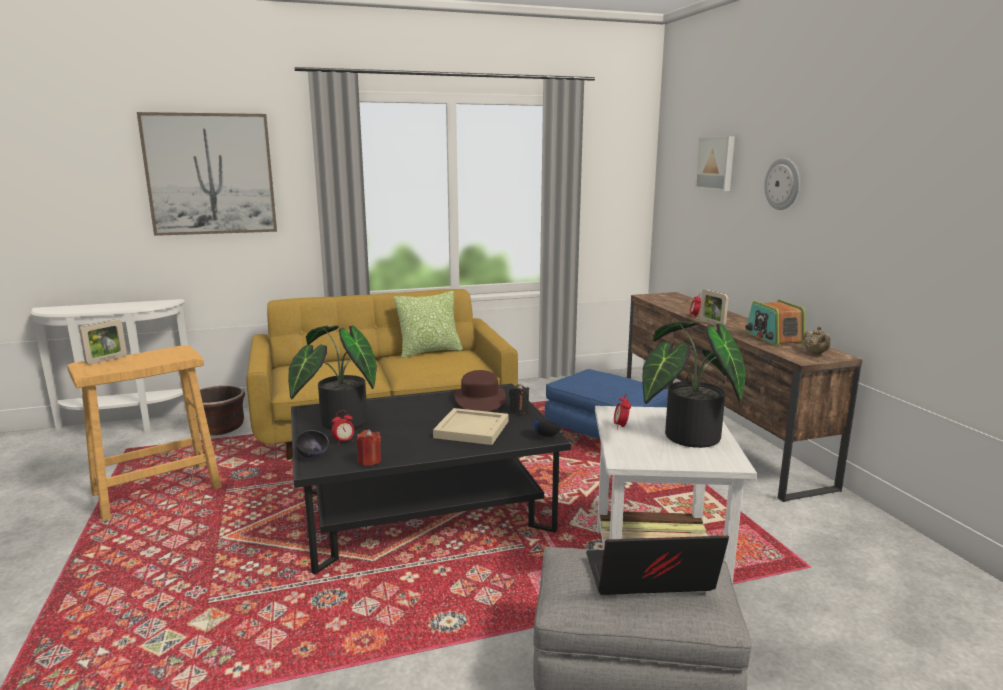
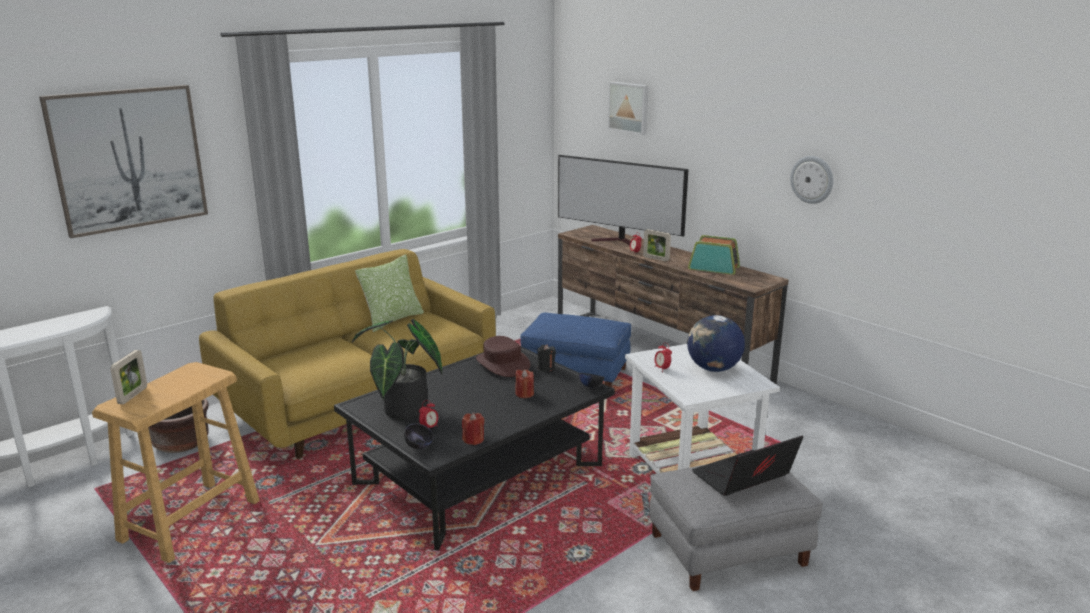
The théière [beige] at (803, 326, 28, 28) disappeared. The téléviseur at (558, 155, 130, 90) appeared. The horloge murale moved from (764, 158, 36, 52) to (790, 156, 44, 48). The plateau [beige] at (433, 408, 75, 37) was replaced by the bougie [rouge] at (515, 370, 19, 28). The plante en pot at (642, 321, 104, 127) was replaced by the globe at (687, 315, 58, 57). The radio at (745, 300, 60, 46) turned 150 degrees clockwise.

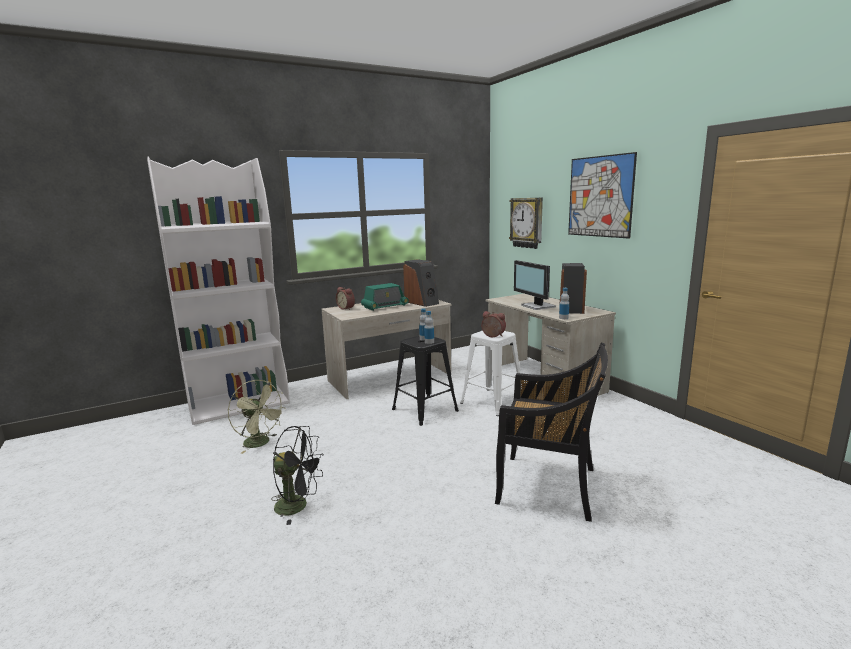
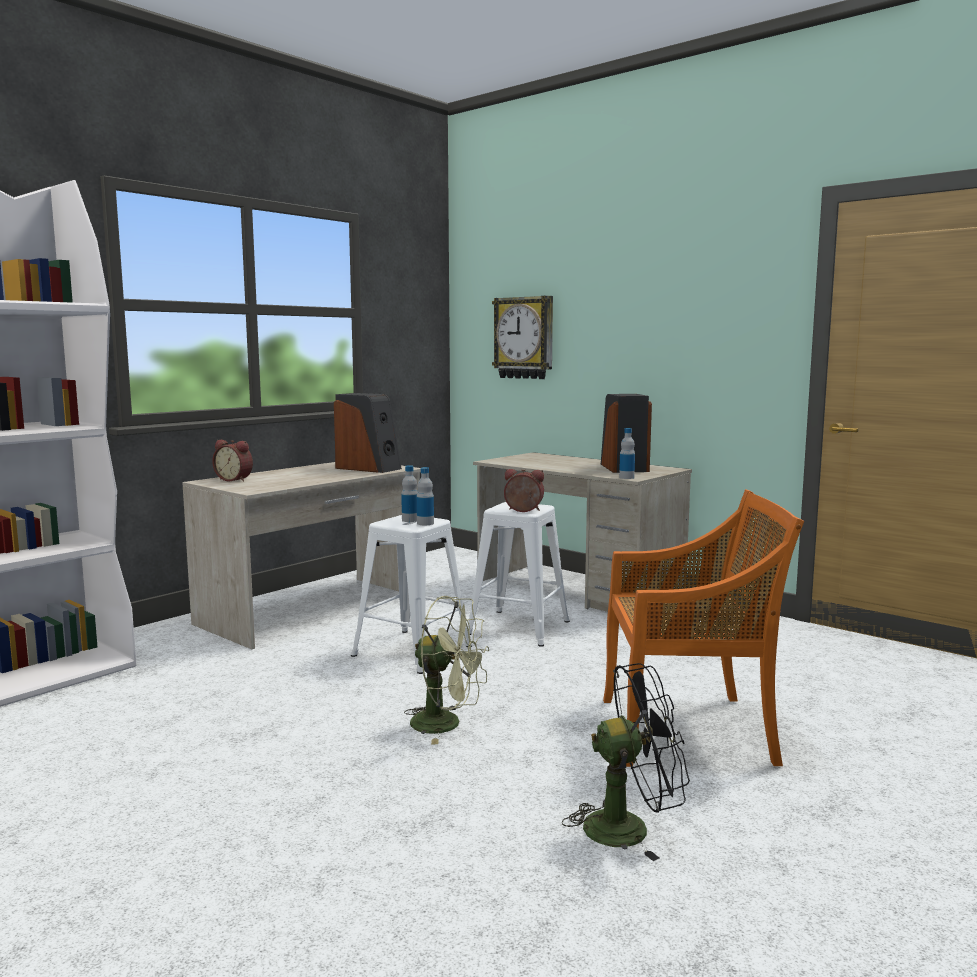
The radio at (361, 283, 48, 28) disappeared. The écran d'ordinateur at (514, 260, 42, 50) disappeared. The tableau at (568, 152, 69, 87) disappeared. The ventilateur [vert] moved from (228, 380, 58, 74) to (404, 596, 85, 149). The ventilateur [noir] moved from (271, 426, 53, 99) to (562, 663, 128, 198). The tabouret [noir] at (392, 336, 67, 90) became the tabouret [blanc] at (351, 515, 121, 159). The chaise [noir] at (495, 342, 113, 180) became the chaise [orange] at (603, 489, 201, 278).

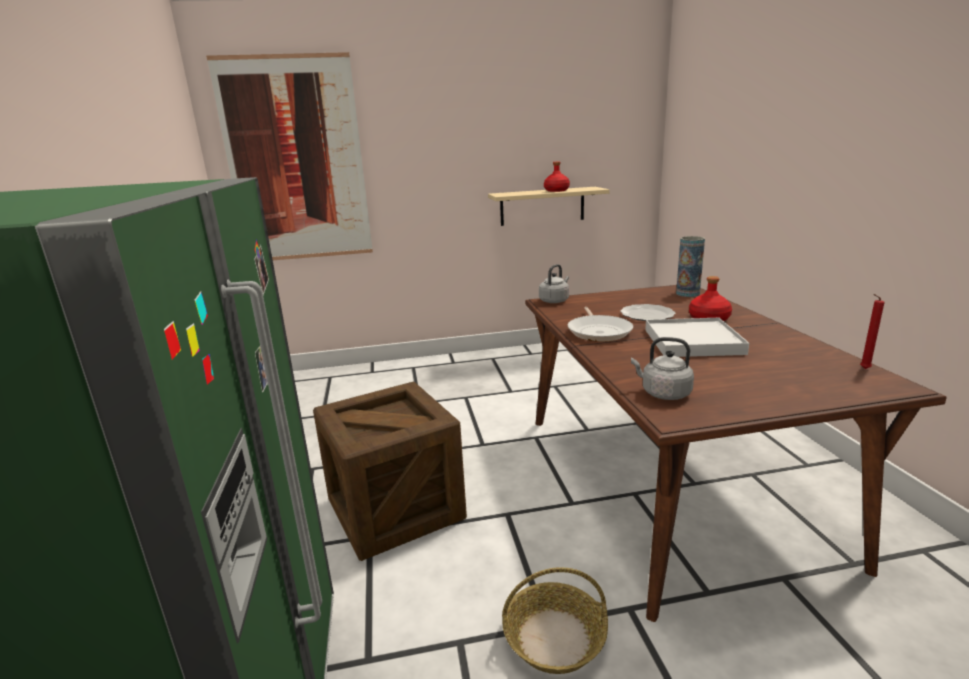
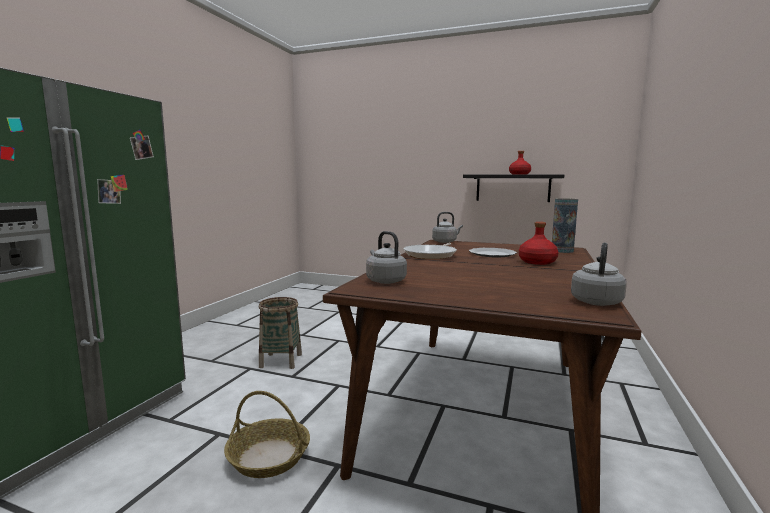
The tableau at (206, 52, 167, 208) disappeared. The plateau [blanc] at (645, 318, 104, 39) disappeared. The caisse at (313, 381, 154, 180) was replaced by the panier at (259, 297, 43, 72). The bougie [rouge] at (860, 294, 25, 75) was replaced by the bouilloire [gris] at (571, 243, 56, 63). The étagère [beige] at (488, 187, 122, 39) became the étagère [noir] at (463, 174, 101, 28).

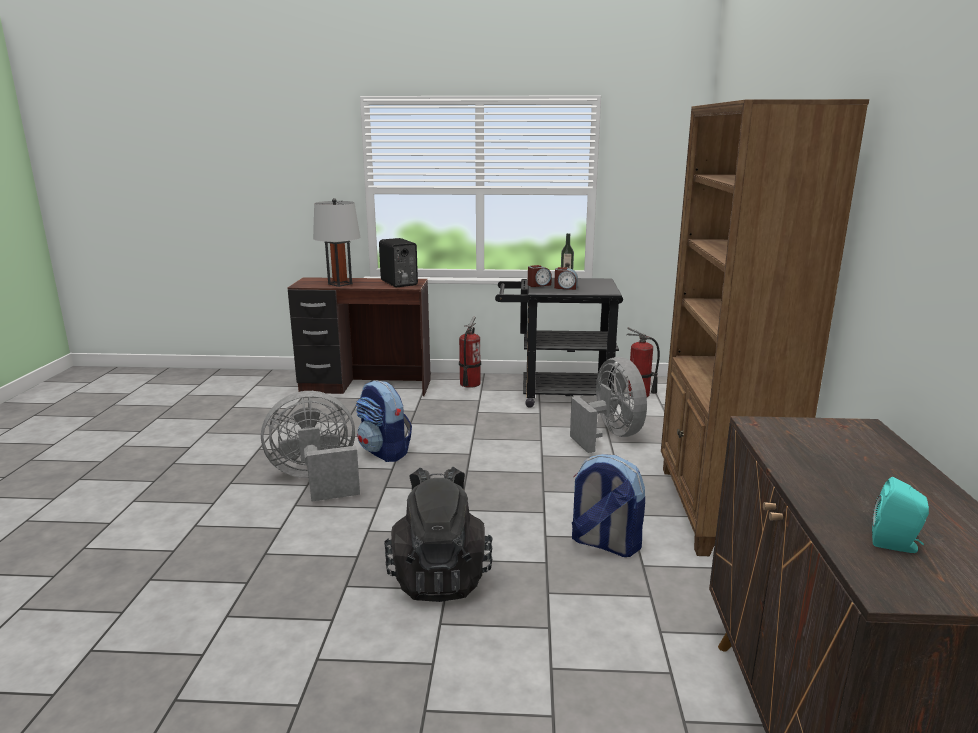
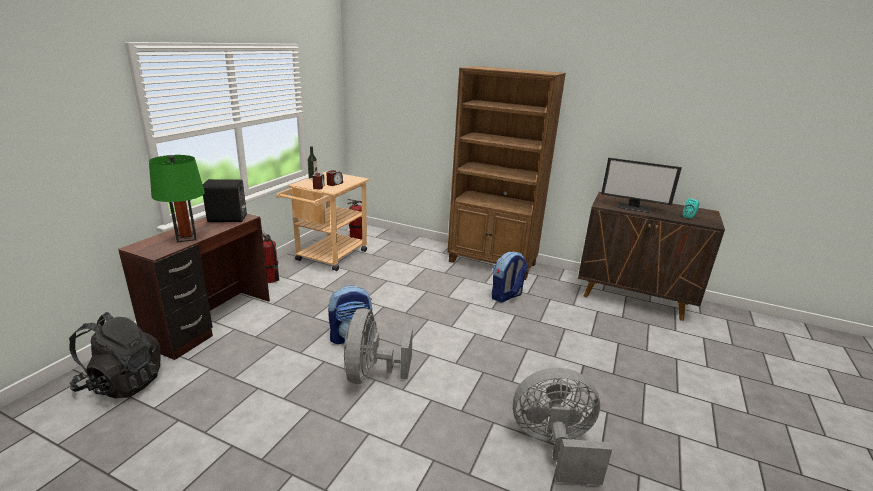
The écran d'ordinateur at (601, 157, 81, 56) appeared. The sac à dos [noir] moved from (384, 467, 109, 135) to (69, 312, 92, 87). The ventilateur [gris] moved from (570, 357, 77, 96) to (513, 368, 99, 117). The lampe de table [gris] at (313, 198, 48, 89) became the lampe de table [vert] at (149, 155, 56, 88). The chariot [noir] at (495, 278, 128, 130) became the chariot [beige] at (276, 171, 93, 100).

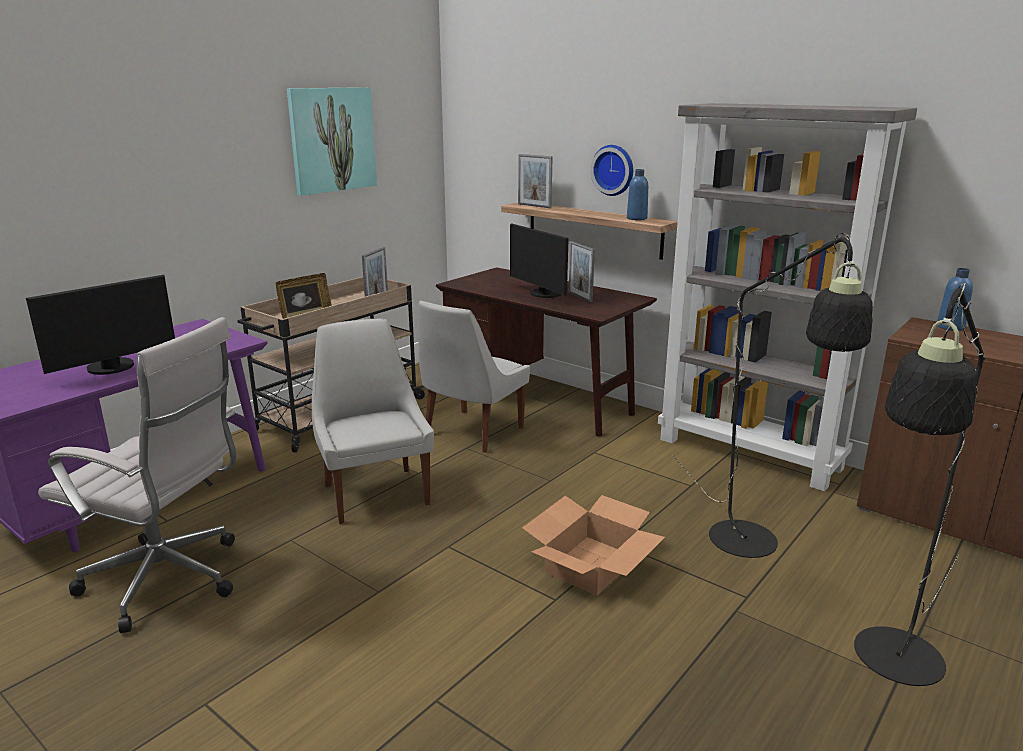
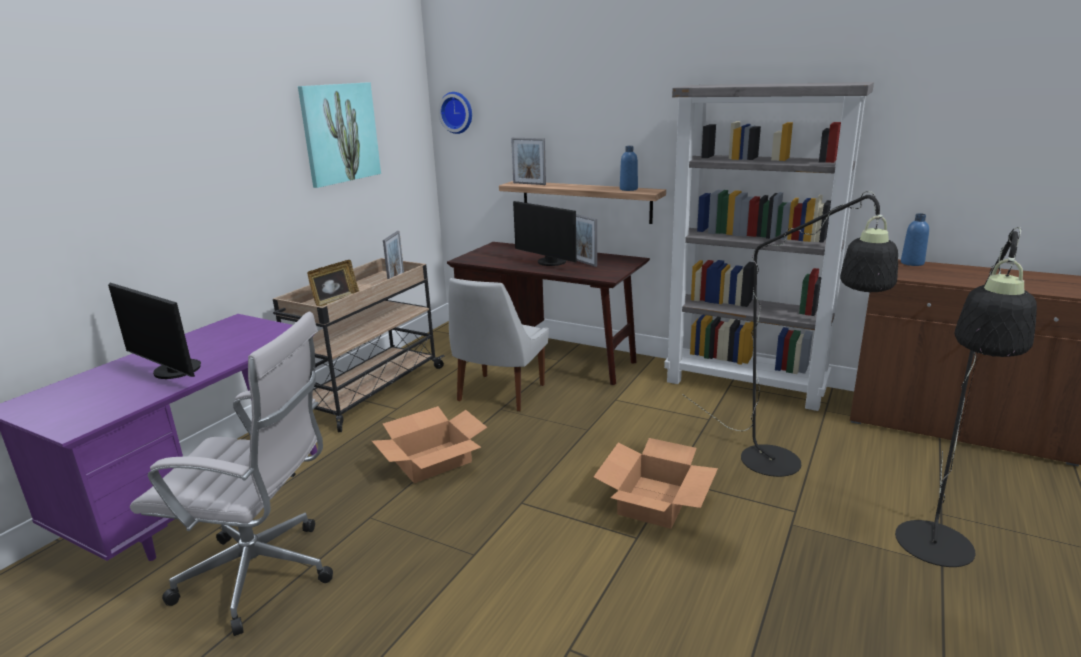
The horloge murale moved from (590, 145, 43, 51) to (438, 92, 34, 42). The chaise [blanc] at (312, 319, 122, 205) was replaced by the carton at (372, 406, 115, 77). The écran d'ordinateur at (26, 275, 149, 100) turned 90 degrees clockwise.

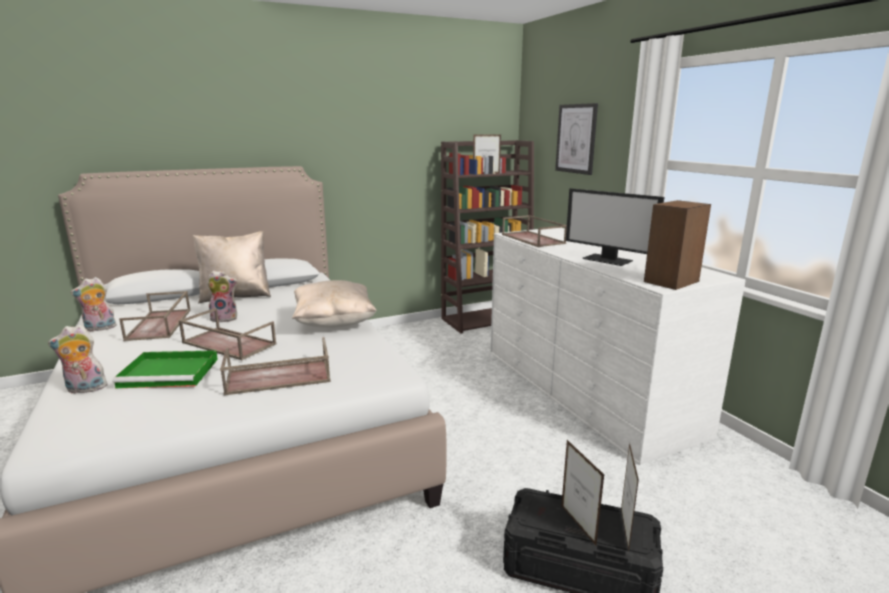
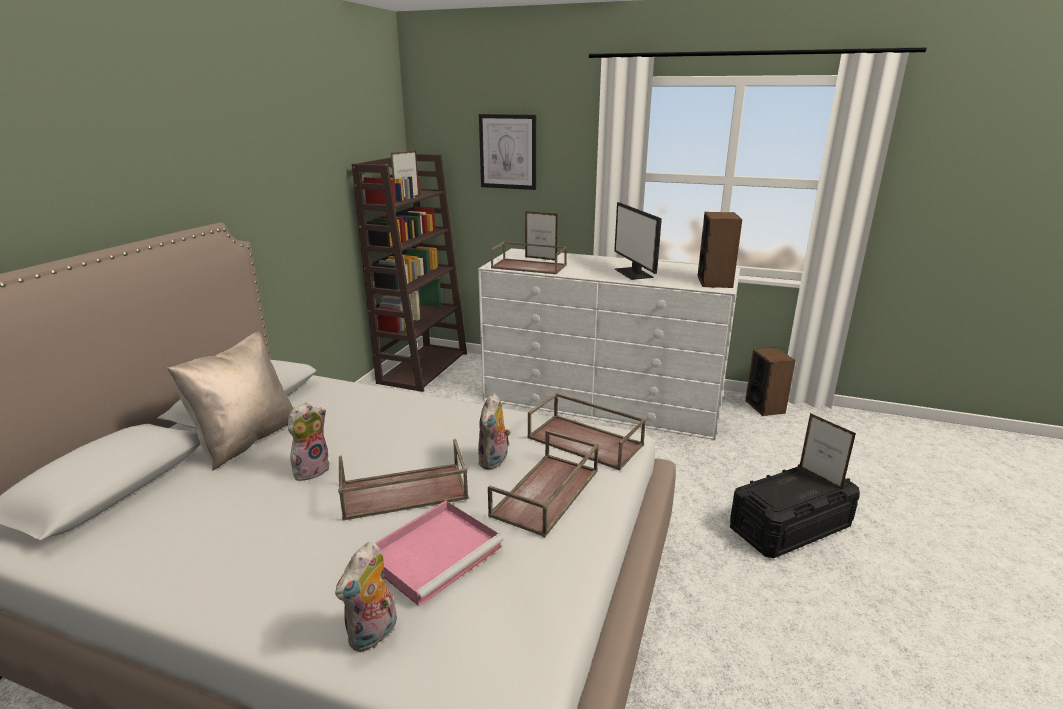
The coussin [beige] at (292, 280, 85, 48) disappeared. The enceinte at (745, 347, 50, 69) appeared. The peluche moved from (71, 277, 46, 55) to (478, 393, 33, 77). The plateau [marron] moved from (119, 291, 72, 50) to (527, 393, 119, 77). The cadre photo moved from (561, 440, 43, 107) to (525, 211, 33, 49). The plateau [vert] at (112, 350, 106, 38) became the plateau [rose] at (375, 501, 128, 106). The écran d'ordinateur at (566, 188, 98, 78) turned 75 degrees clockwise.

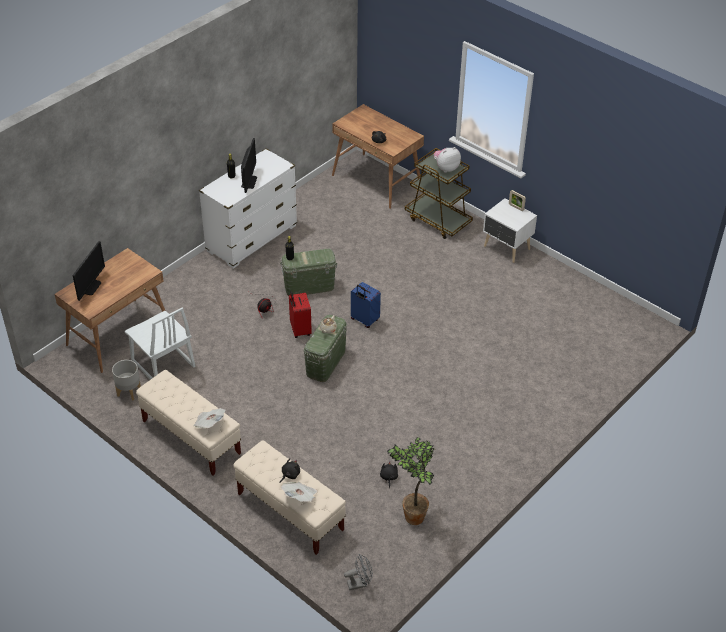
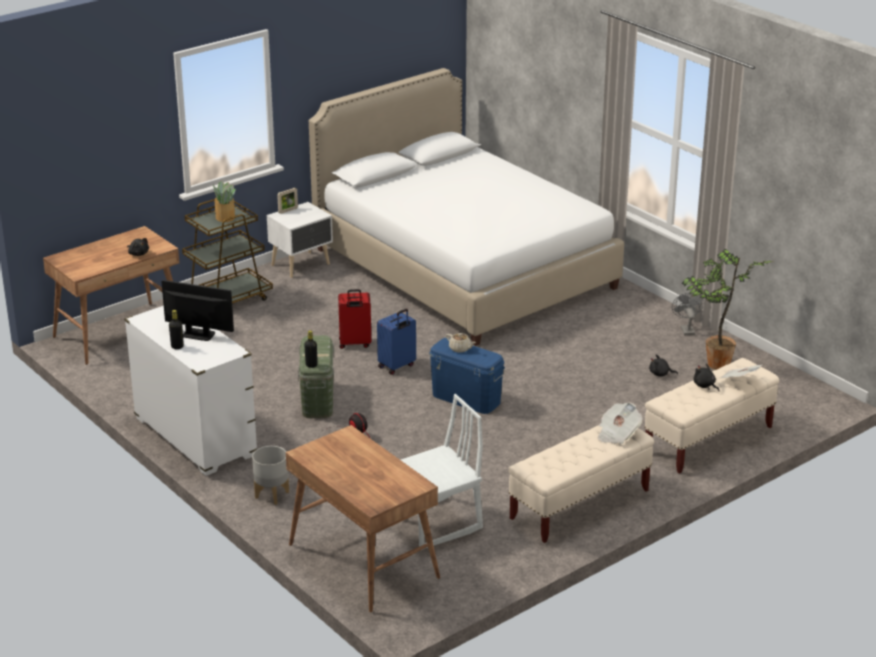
The écran d'ordinateur at (73, 241, 32, 60) disappeared. The lit [blanc] at (309, 68, 315, 278) appeared. The cache-pot [gris] moved from (112, 360, 29, 41) to (252, 446, 37, 59). The valise [rouge] moved from (289, 291, 23, 47) to (338, 289, 33, 60). The ventilateur [gris] moved from (344, 554, 29, 36) to (672, 292, 31, 43). The peluche at (434, 147, 27, 26) was replaced by the plante en pot at (213, 180, 23, 42). The boîte de rangement [vert] at (304, 315, 43, 67) became the boîte de rangement [bleu] at (429, 338, 76, 76).

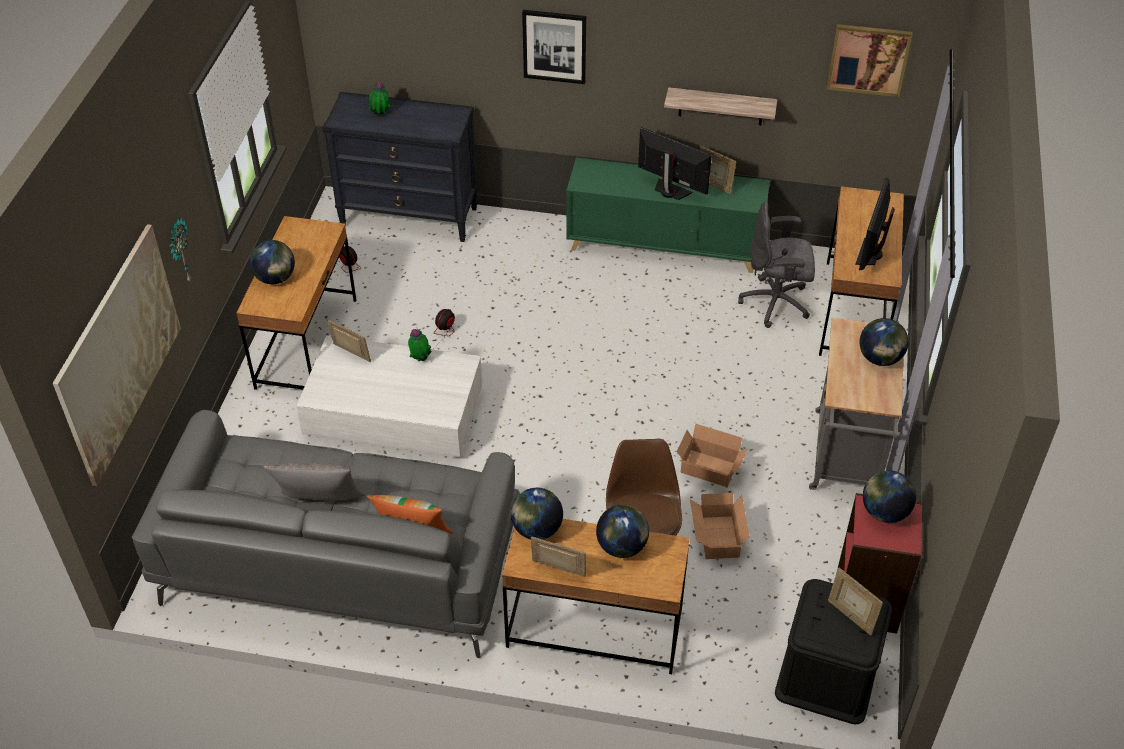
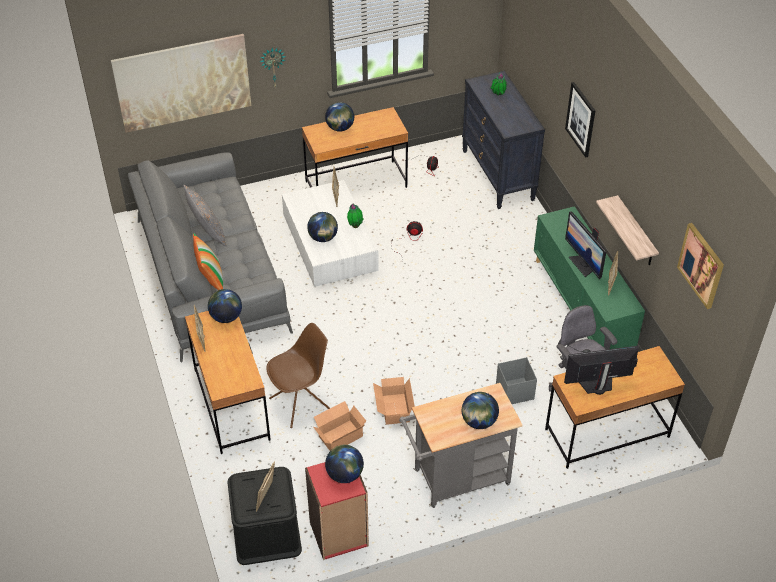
The boîte de rangement [gris] at (496, 357, 41, 47) appeared. The globe moved from (596, 505, 53, 53) to (307, 212, 31, 30). The écran d'ordinateur at (638, 127, 74, 73) turned 150 degrees clockwise.

